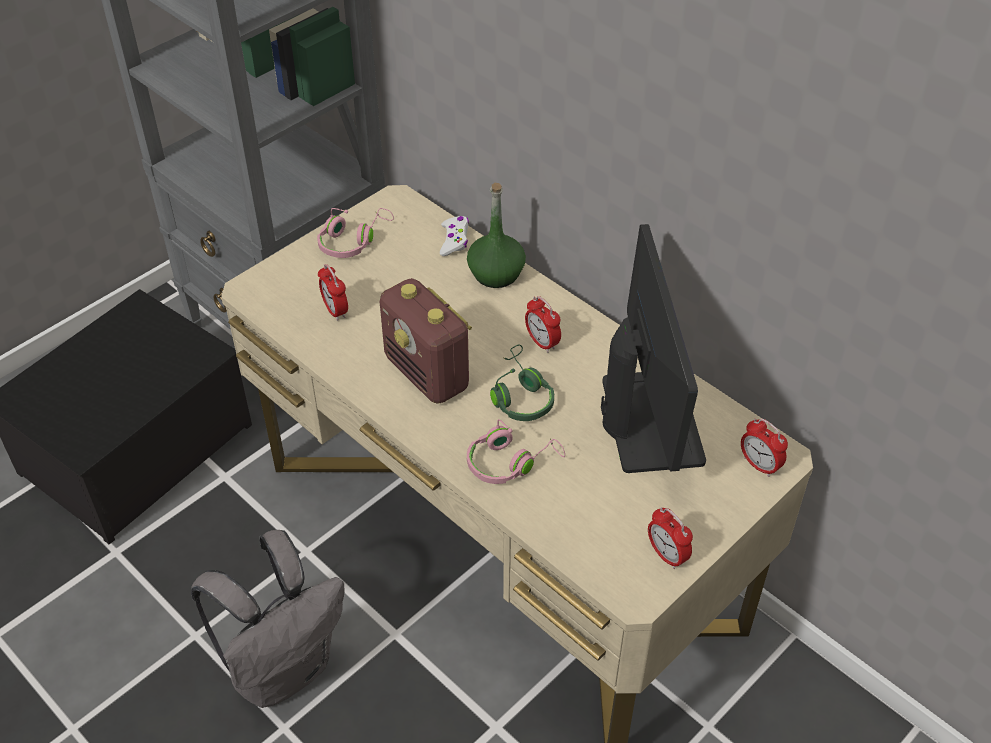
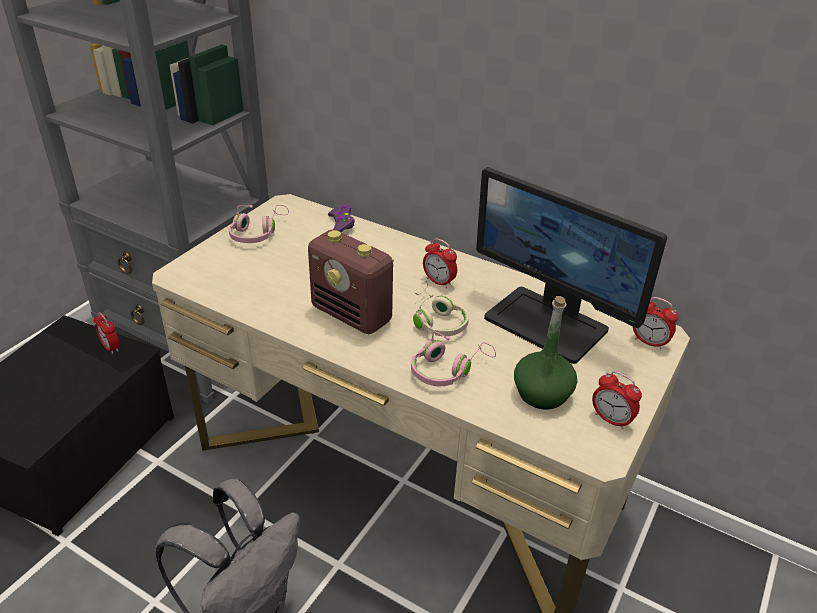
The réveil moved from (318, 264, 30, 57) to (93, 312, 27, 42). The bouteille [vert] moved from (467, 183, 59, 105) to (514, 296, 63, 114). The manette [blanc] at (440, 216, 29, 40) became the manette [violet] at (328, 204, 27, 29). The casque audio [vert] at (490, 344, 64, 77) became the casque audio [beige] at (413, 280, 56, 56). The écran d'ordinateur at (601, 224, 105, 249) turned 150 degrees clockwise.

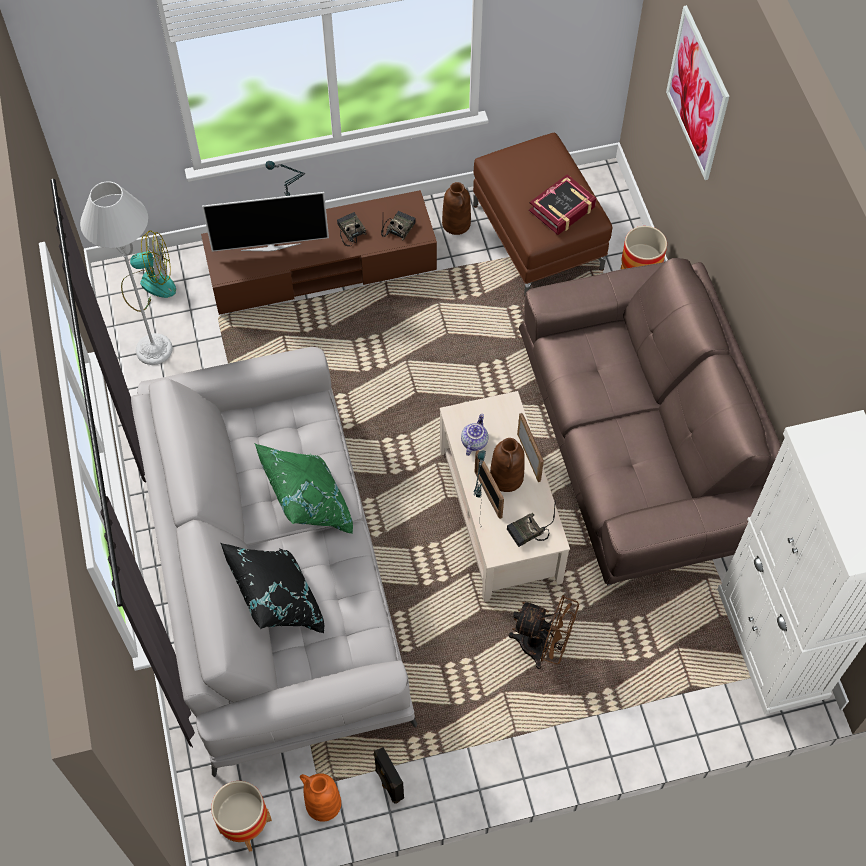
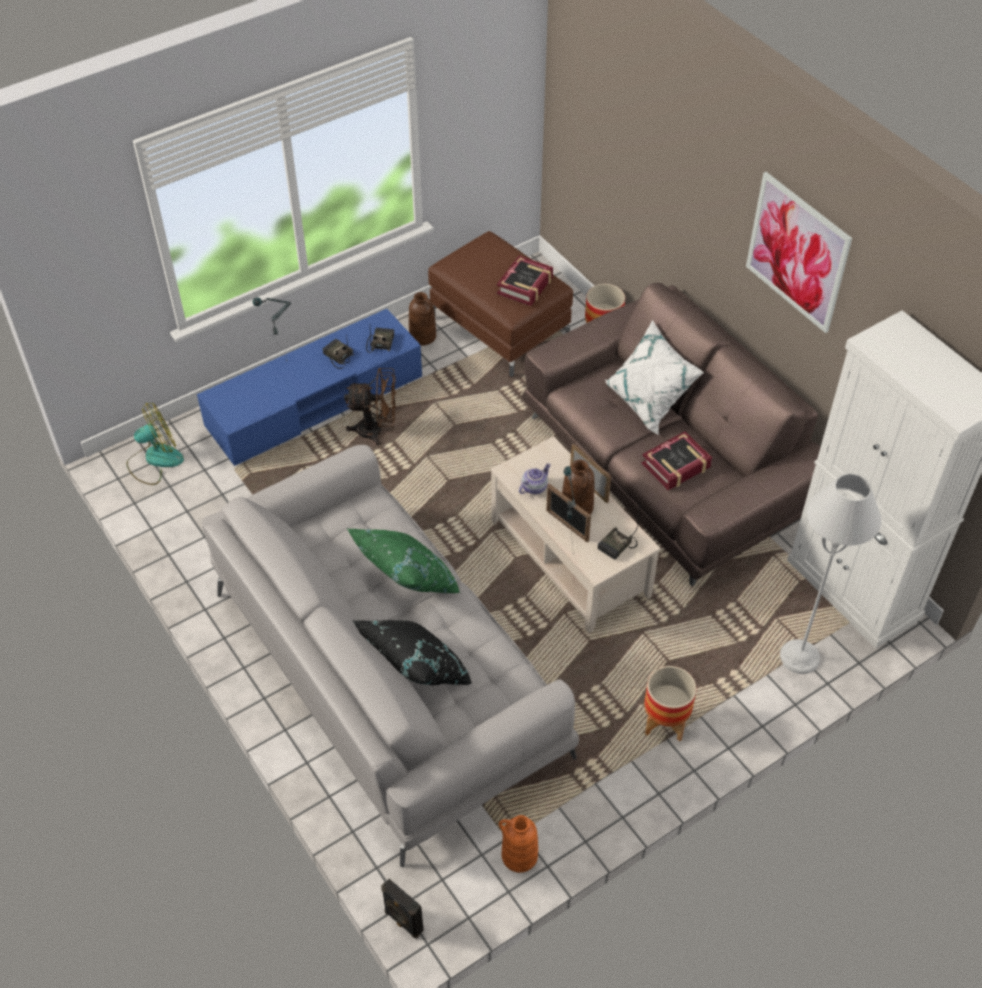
The téléviseur at (202, 192, 127, 60) disappeared. The coussin [blanc] at (605, 320, 99, 115) appeared. The livre at (641, 431, 71, 59) appeared. The lampadaire [gris] moved from (80, 182, 93, 183) to (780, 473, 101, 201). The cache-pot moved from (211, 781, 61, 71) to (644, 666, 53, 76). The enceinte [noir] moved from (373, 747, 31, 57) to (381, 879, 43, 59). The ventilateur [marron] moved from (508, 595, 71, 74) to (344, 368, 52, 77). The tableau moved from (666, 5, 64, 175) to (746, 172, 106, 161). The meuble télé [marron] at (201, 190, 236, 125) became the meuble télé [bleu] at (197, 309, 225, 157). The théière at (461, 414, 27, 42) turned 45 degrees clockwise.

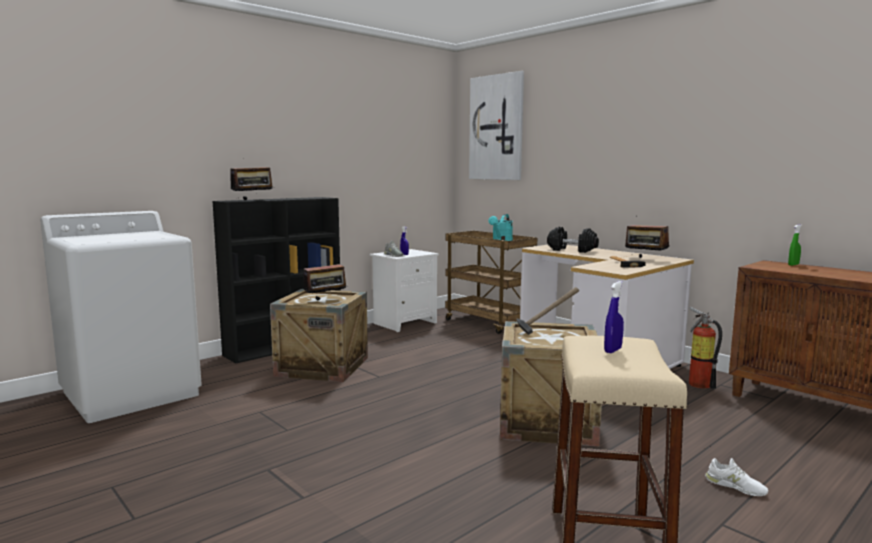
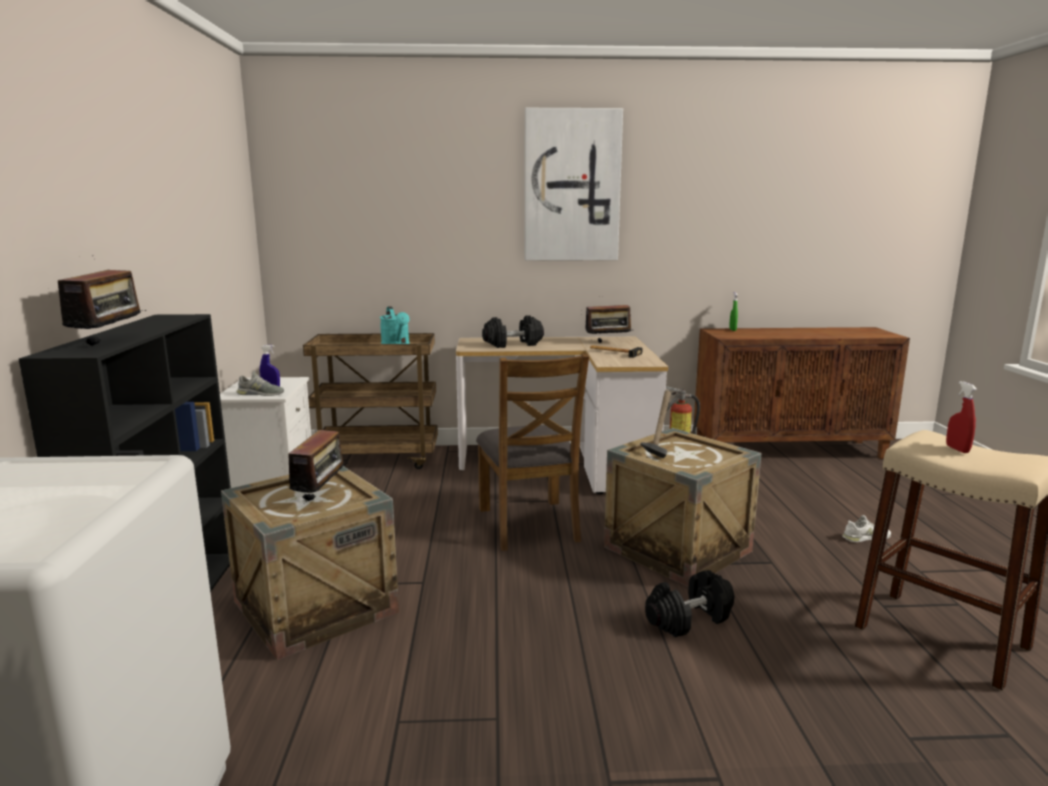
The chaise [marron] at (476, 353, 113, 198) appeared. The haltère [noir] at (645, 570, 89, 67) appeared. The tableau moved from (469, 71, 55, 109) to (525, 108, 98, 153). The vaporisateur [bleu] at (604, 281, 20, 72) became the vaporisateur [rouge] at (946, 381, 31, 72).

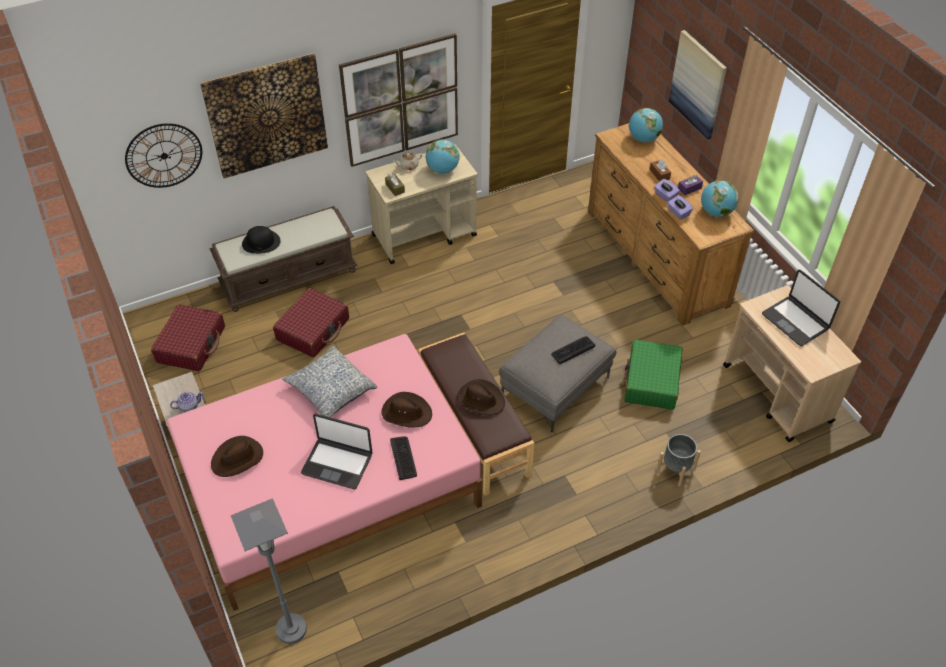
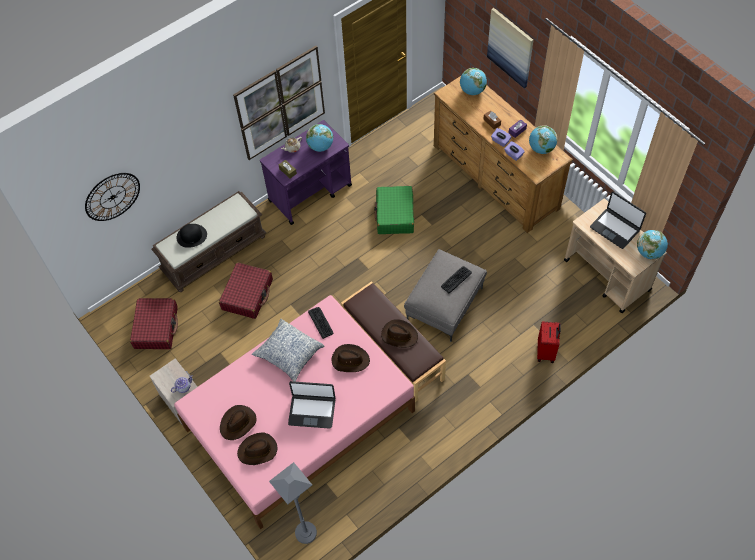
The tableau at (200, 53, 128, 125) disappeared. The chapeau [marron] at (237, 433, 40, 32) appeared. The globe at (637, 230, 31, 30) appeared. The clavier moved from (390, 436, 27, 44) to (308, 307, 25, 32). The valise [vert] moved from (624, 340, 59, 70) to (374, 186, 40, 48). The cache-pot [gris] at (656, 434, 45, 53) was replaced by the valise [rouge] at (537, 321, 24, 42). The chariot [beige] at (366, 144, 112, 120) became the chariot [violet] at (260, 120, 92, 105).

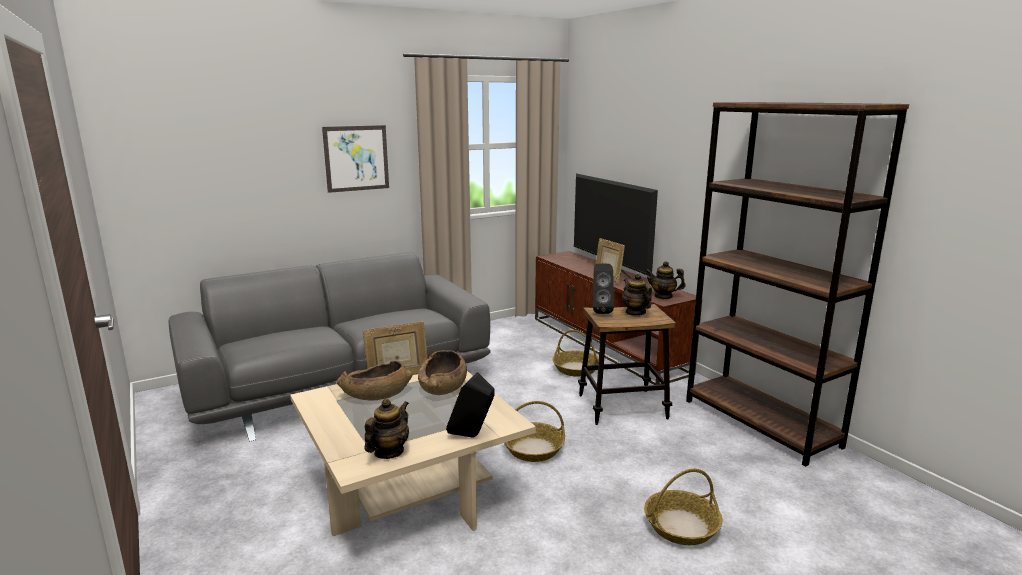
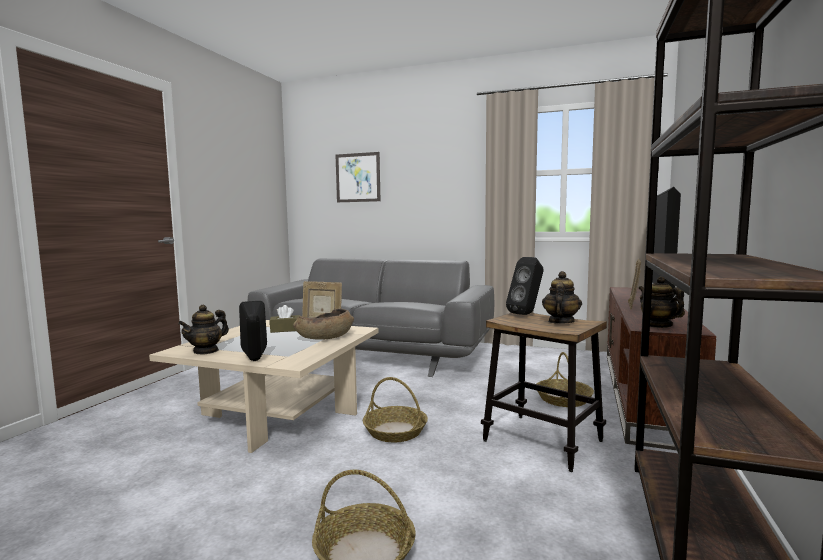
The tableau moved from (322, 125, 67, 68) to (335, 152, 45, 50). The bol [marron] at (337, 360, 75, 41) was replaced by the boîte à mouchoirs [marron] at (270, 305, 31, 28). The théière at (364, 399, 45, 60) turned 135 degrees clockwise.

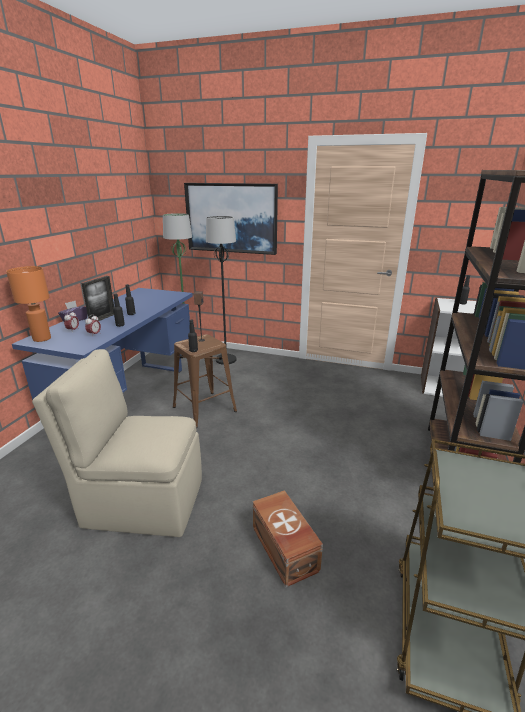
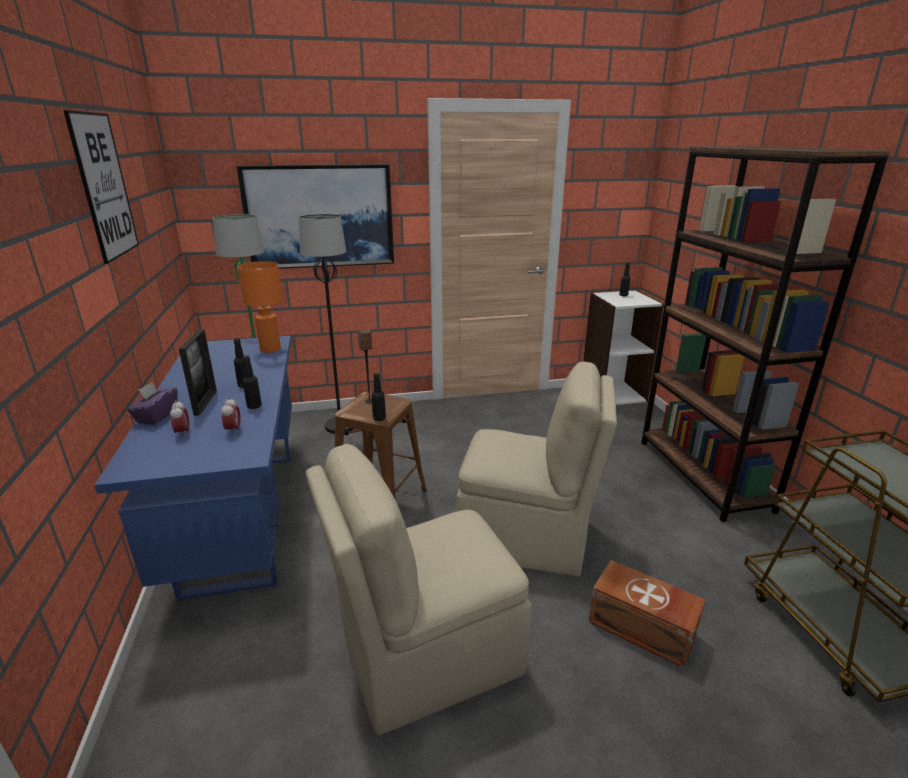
The tableau at (63, 110, 76, 154) appeared. The chaise [beige] at (456, 361, 161, 215) appeared. The lampe de table [orange] moved from (6, 266, 45, 76) to (238, 261, 45, 92).

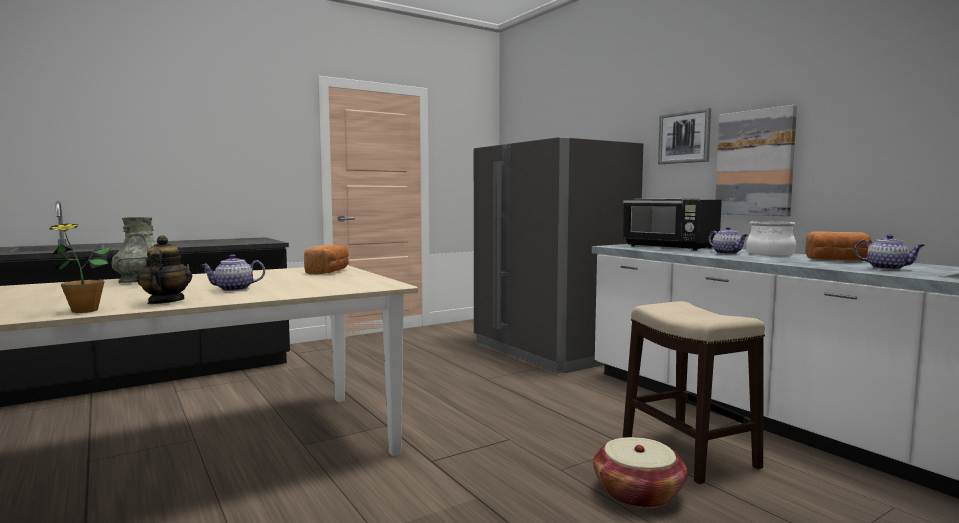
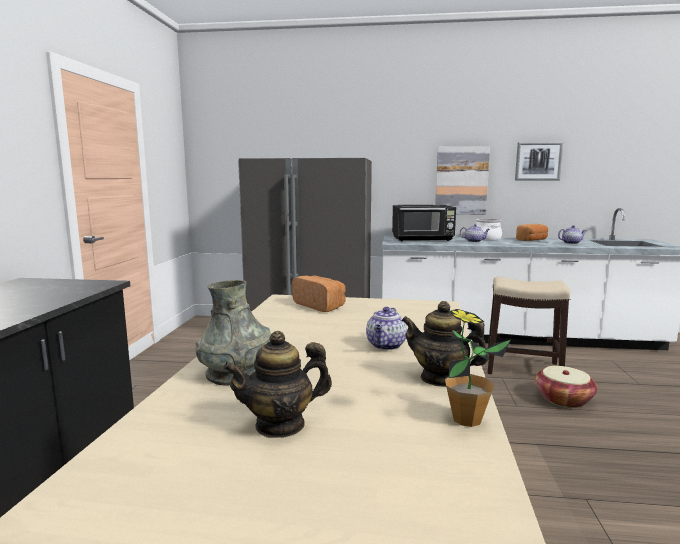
The théière at (223, 331, 109, 107) appeared. The tableau moved from (658, 108, 53, 56) to (515, 142, 48, 38).

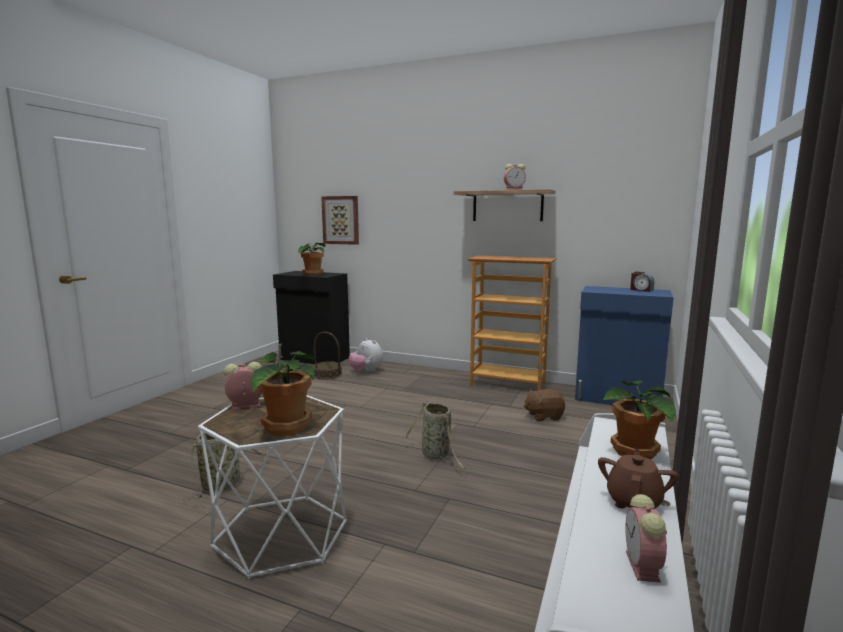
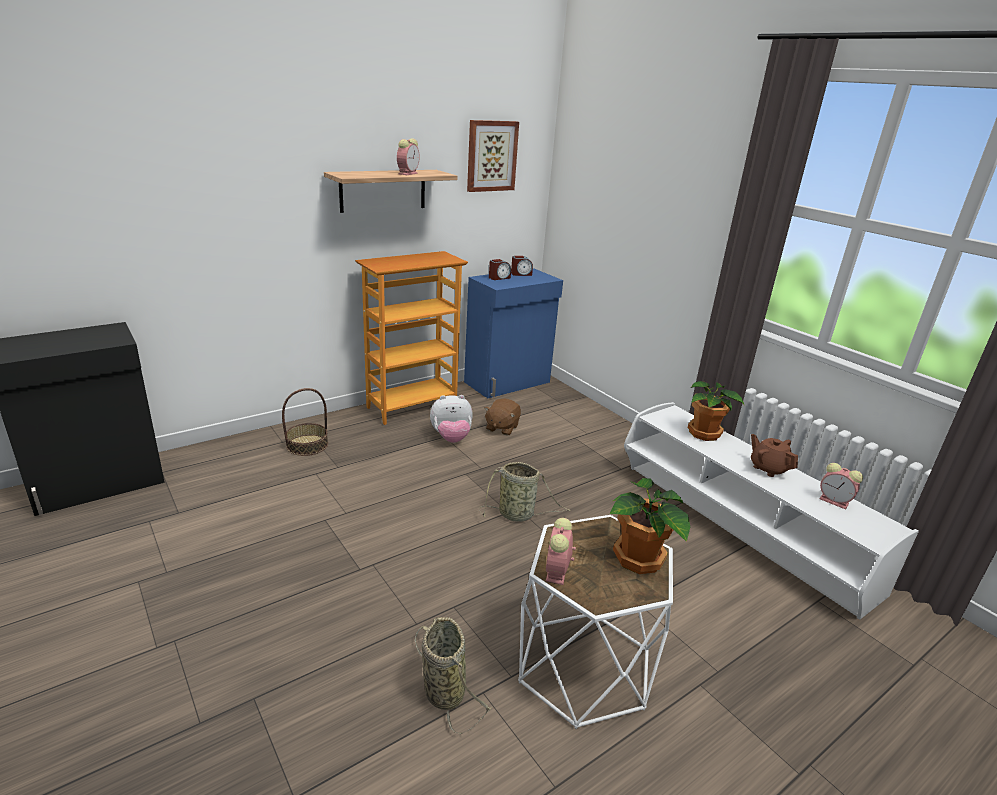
The plante en pot at (298, 243, 27, 33) disappeared. The réveil at (489, 259, 22, 21) appeared. The panier moved from (313, 332, 29, 48) to (282, 388, 46, 68). The tableau moved from (321, 196, 38, 49) to (467, 120, 52, 72). The peluche moved from (349, 338, 34, 34) to (430, 395, 43, 48).

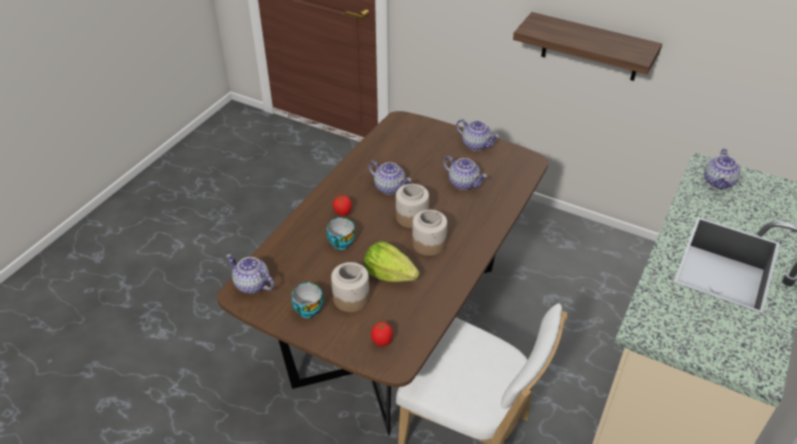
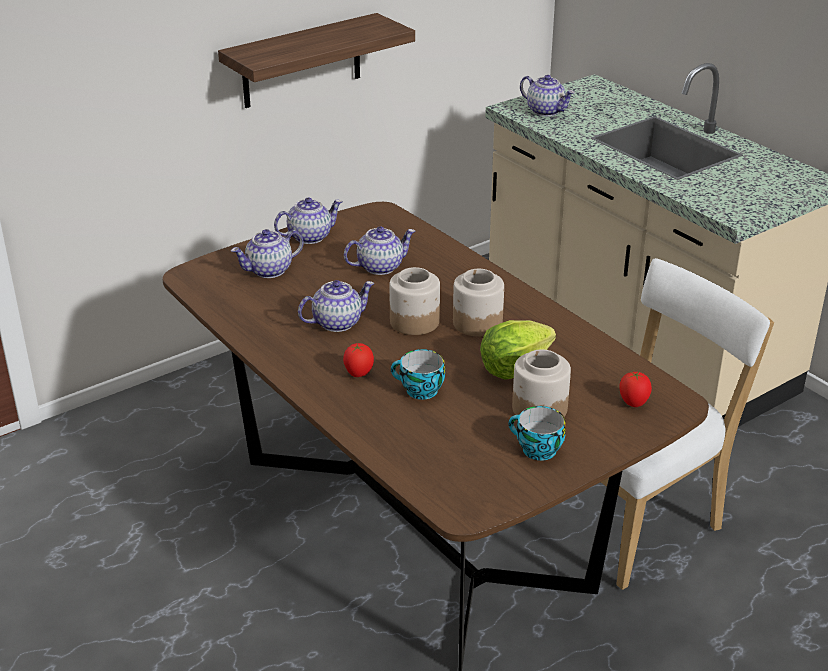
The théière moved from (226, 254, 48, 40) to (231, 229, 73, 49).

